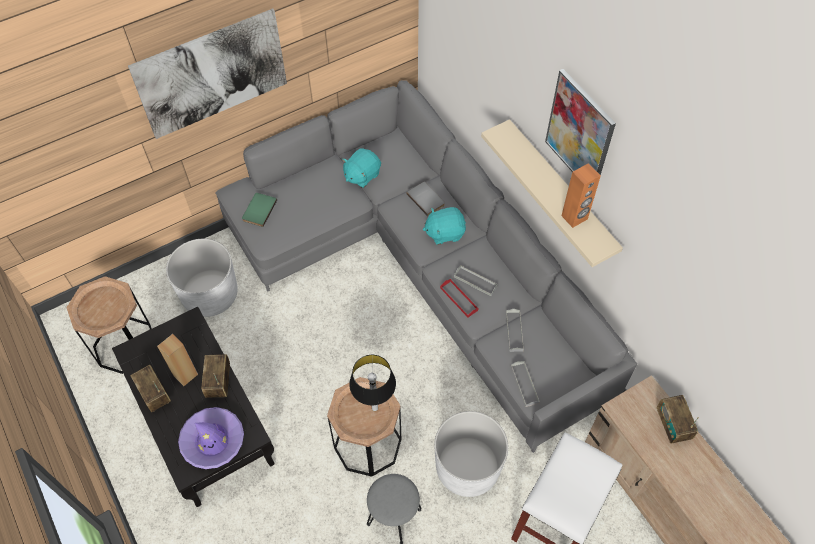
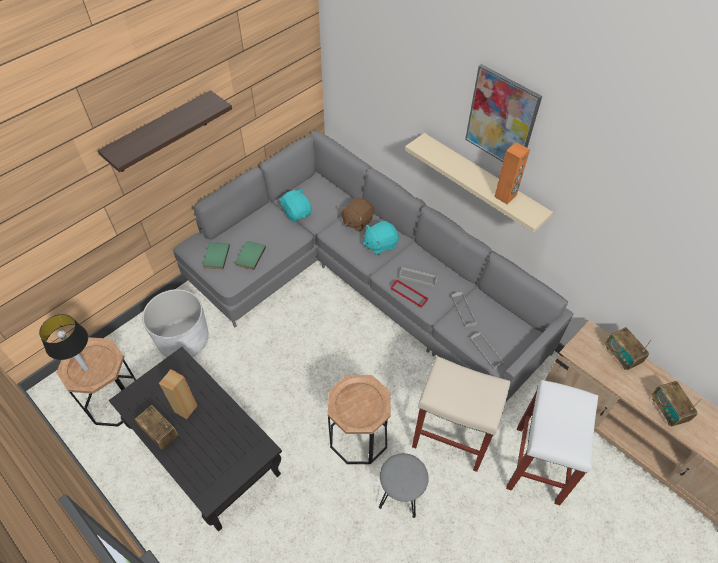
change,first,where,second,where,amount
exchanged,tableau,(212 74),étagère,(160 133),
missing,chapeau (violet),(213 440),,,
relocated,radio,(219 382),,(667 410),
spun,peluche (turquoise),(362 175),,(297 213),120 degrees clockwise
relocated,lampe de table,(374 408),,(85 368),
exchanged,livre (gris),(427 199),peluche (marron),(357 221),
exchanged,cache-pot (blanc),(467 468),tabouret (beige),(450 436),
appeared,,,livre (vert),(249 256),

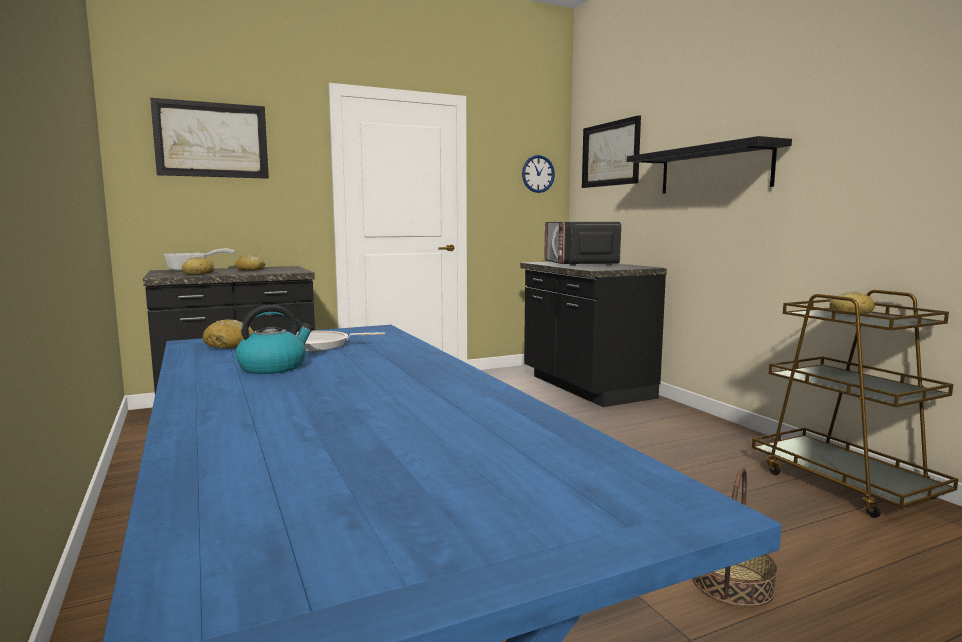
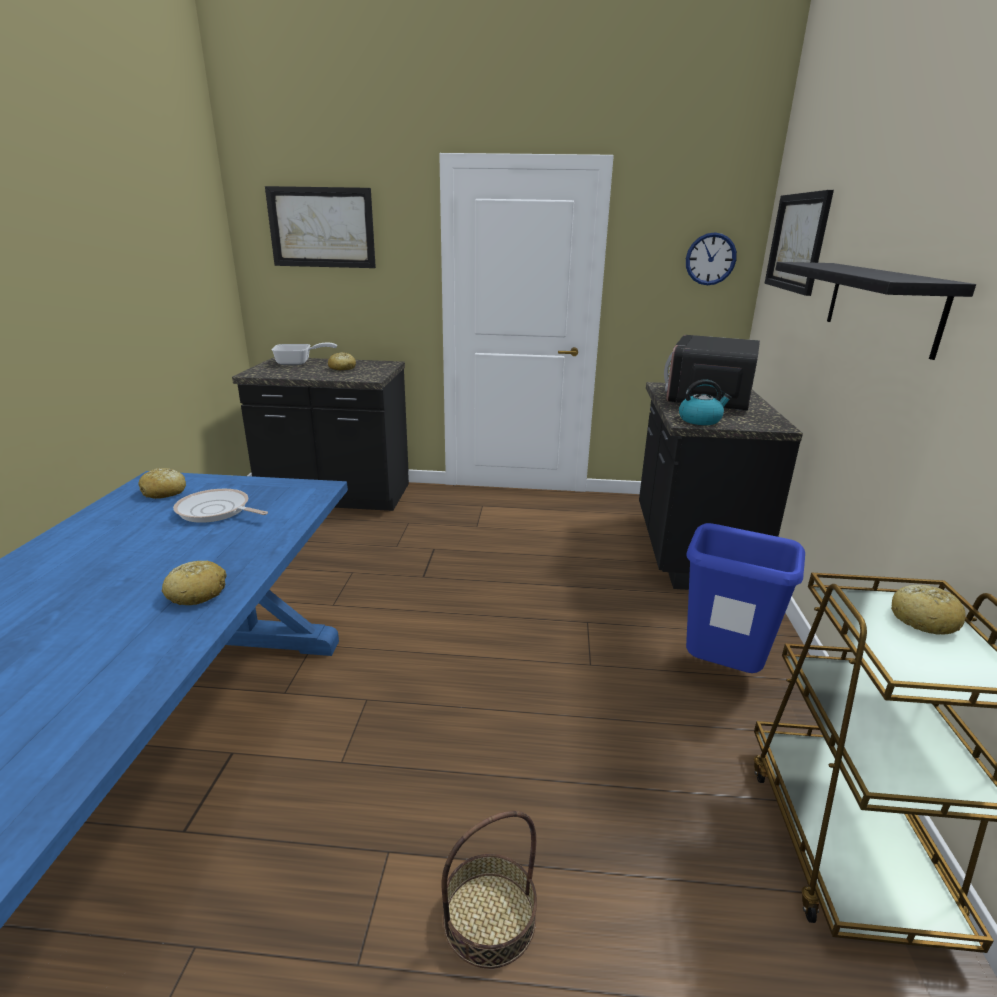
change,first,where,second,where,amount
relocated,pain,(198 274),,(197 593),
relocated,bouilloire,(273 367),,(700 420),
appeared,,,poubelle (bleu),(721 673),

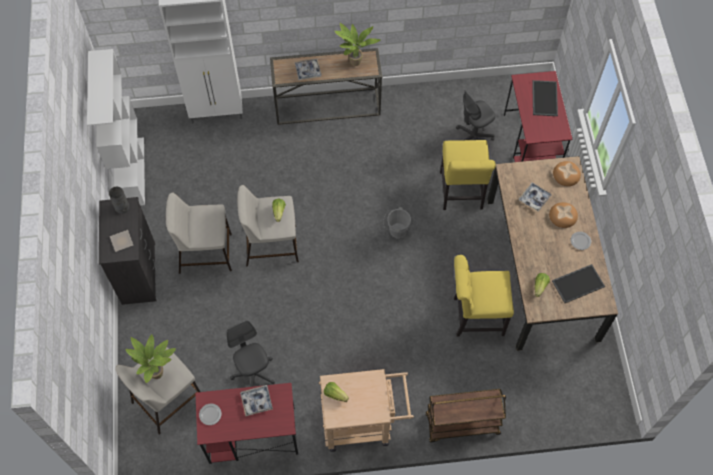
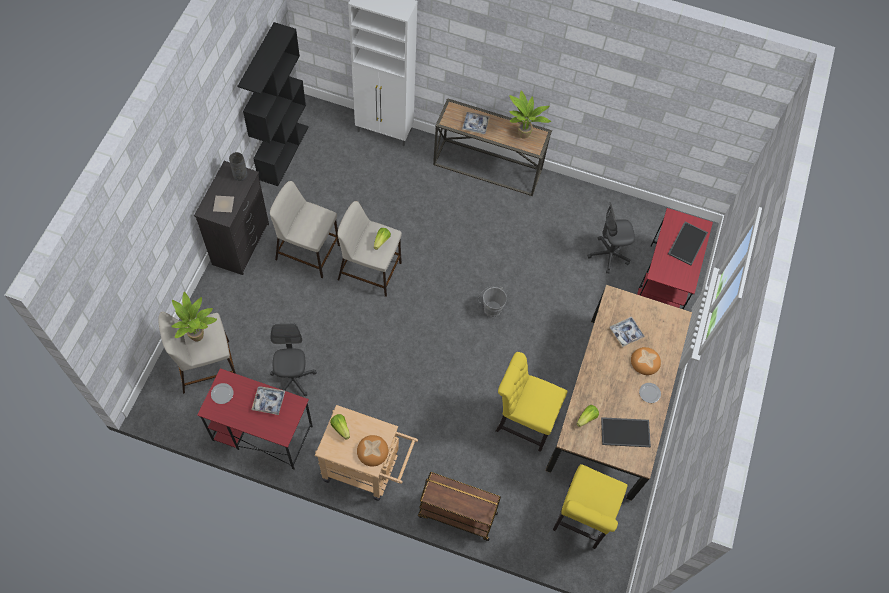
change,first,where,second,where,amount
colour,bibliothèque (blanc),(132 171),bibliothèque (noir),(283 152),
relocated,chaise (jaune),(461 193),,(581 519),
relocated,pain,(566 175),,(372 451),

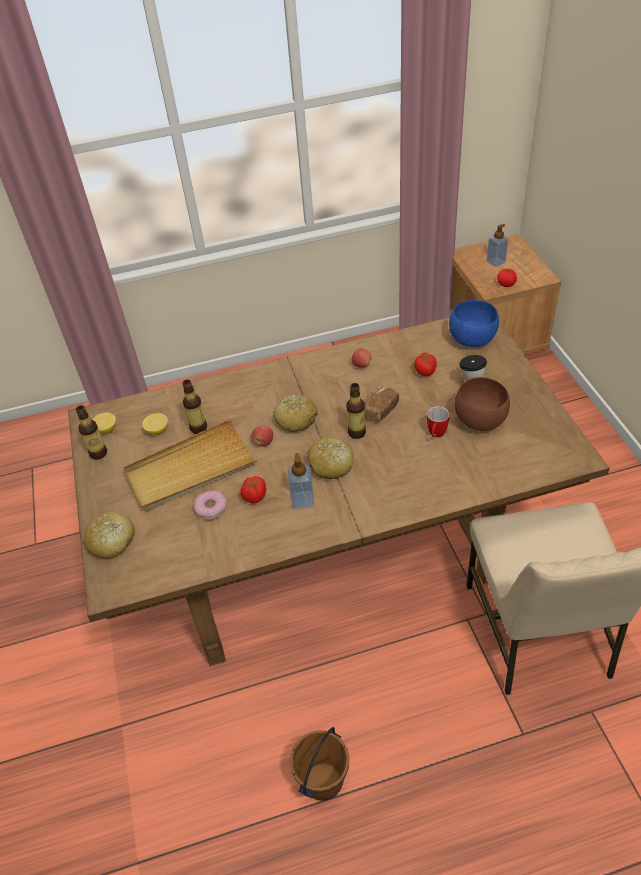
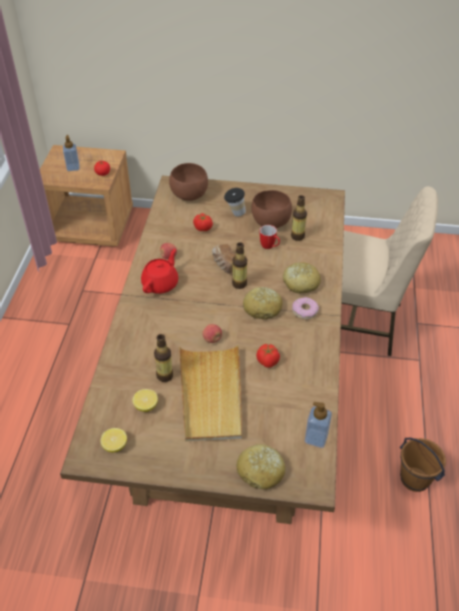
change,first,where,second,where,amount
relocated,bouteille,(98 453),,(297 236),
relocated,beignet,(211 508),,(304 311),
relocated,pain,(296 419),,(300 283),
relocated,distributeur de savon,(303 500),,(316 438),
colour,bol (bleu),(472 339),bol (marron),(189 195),
appeared,,,théière (rouge),(161 283),

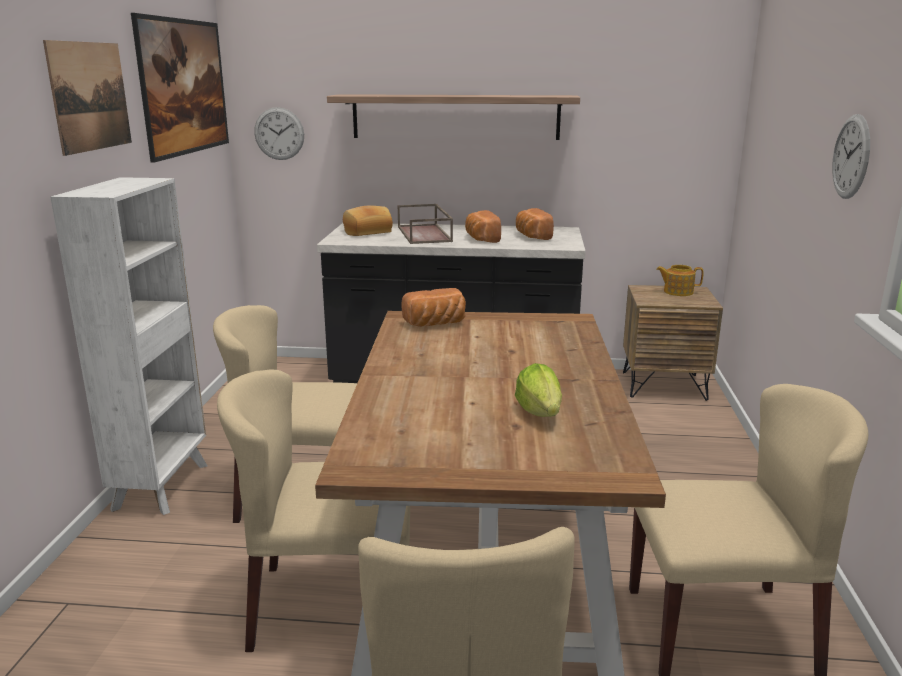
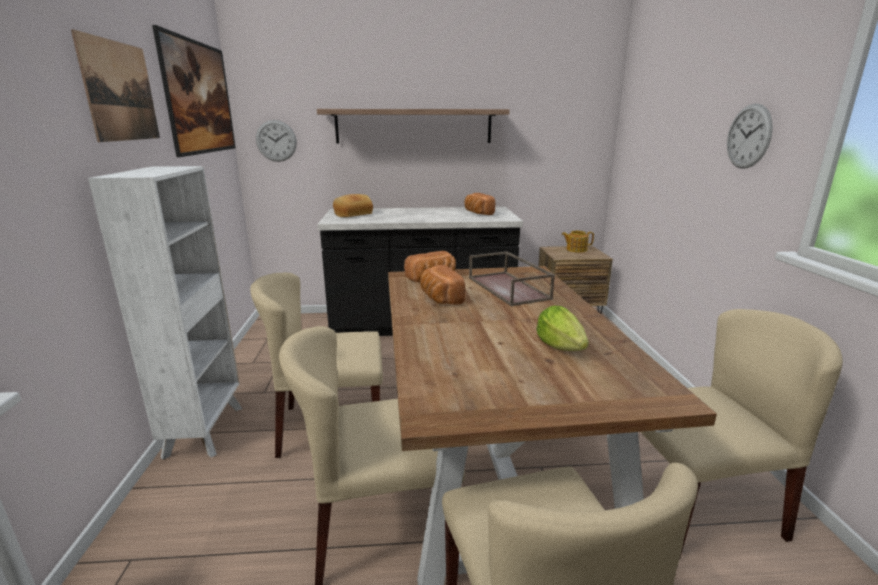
change,first,where,second,where,amount
relocated,plateau (marron),(425 234),,(509 288),
relocated,pain,(481 239),,(439 298),

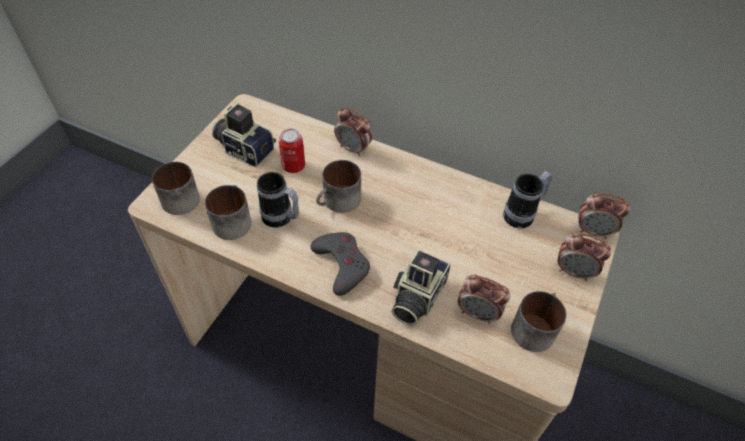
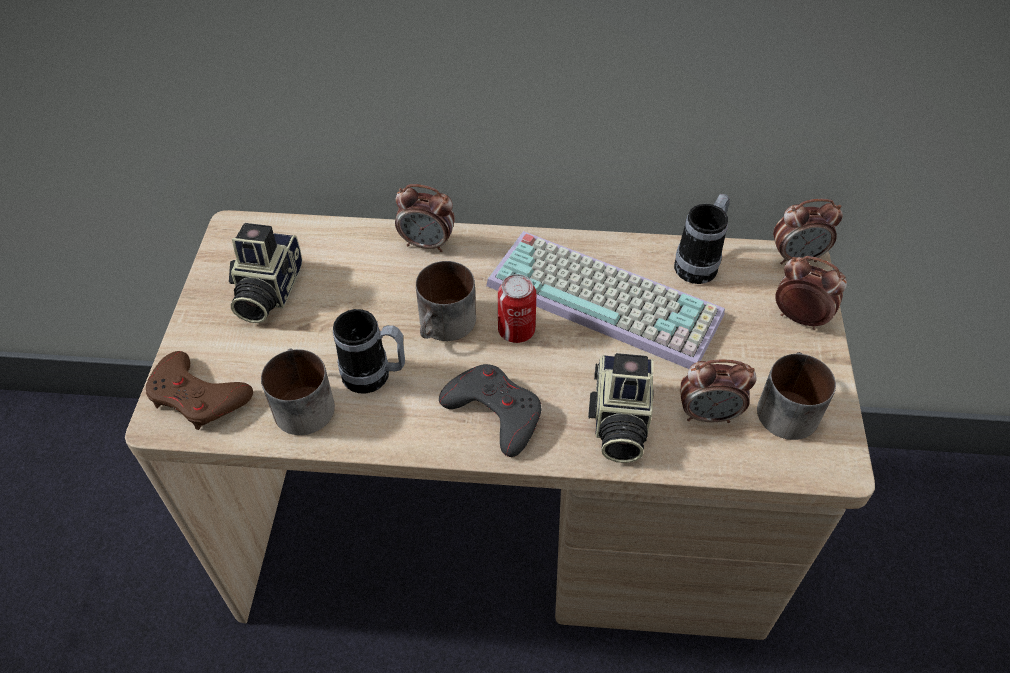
change,first,where,second,where,amount
exchanged,mug,(177 197),manette (marron),(198 397),
spun,appareil photo,(245 148),,(266 291),90 degrees counterclockwise
relocated,boîte métallique,(293 166),,(516 330),
spun,réveil,(574 272),,(799 318),150 degrees counterclockwise
appeared,,,clavier,(608 298),

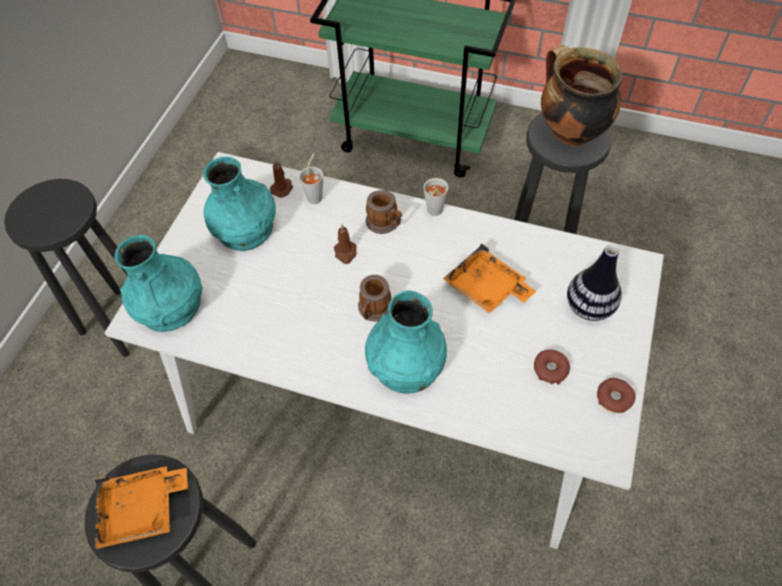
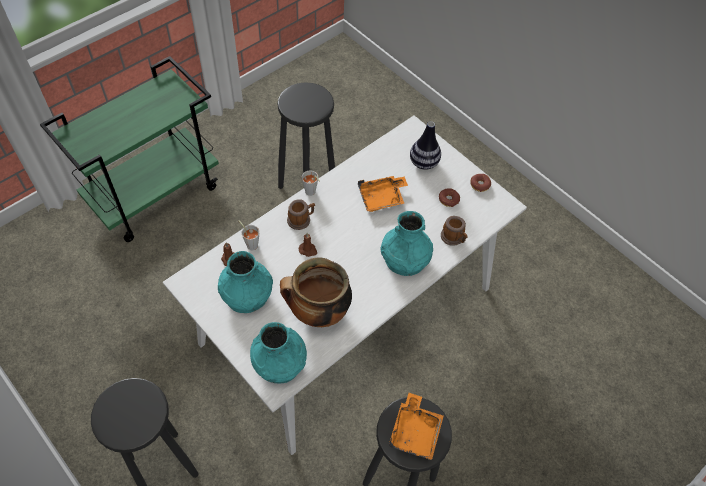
change,first,where,second,where,amount
relocated,mug,(374 310),,(454 238),
relocated,marmite,(569 132),,(318 313),

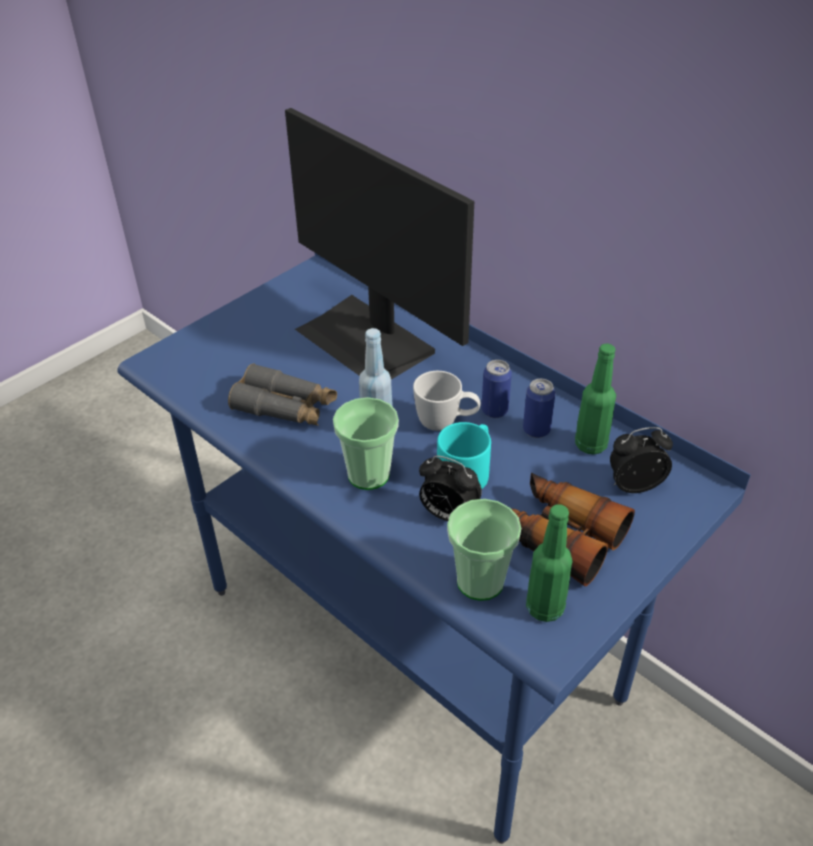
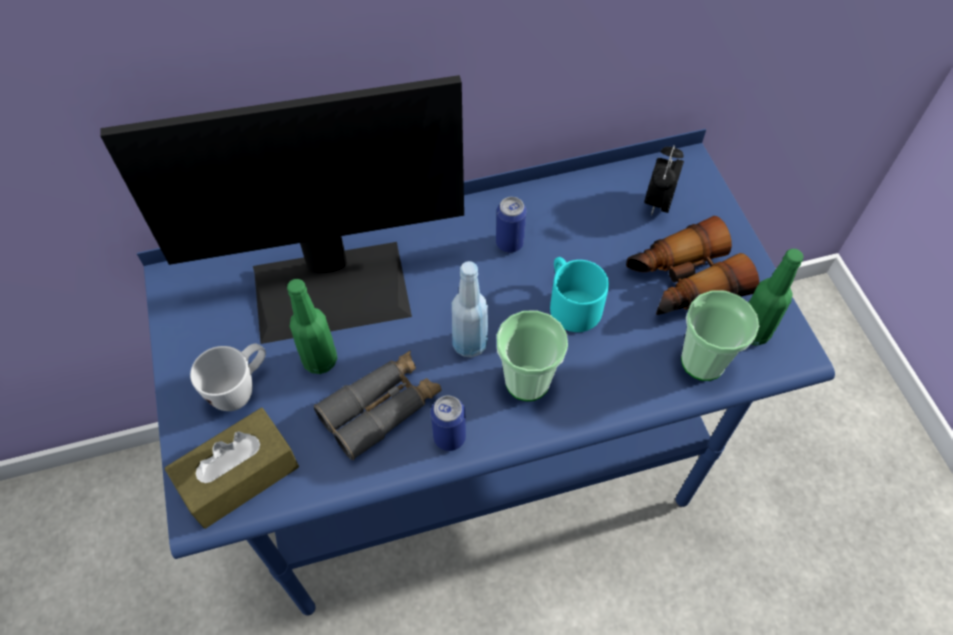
change,first,where,second,where,amount
relocated,mug (blanc),(446 423),,(241 389),
missing,réveil,(447 514),,,
relocated,boîte métallique,(536 430),,(449 437),
relocated,bouteille (vert),(590 445),,(320 360),
appeared,,,boîte à mouchoirs (marron),(239 476),

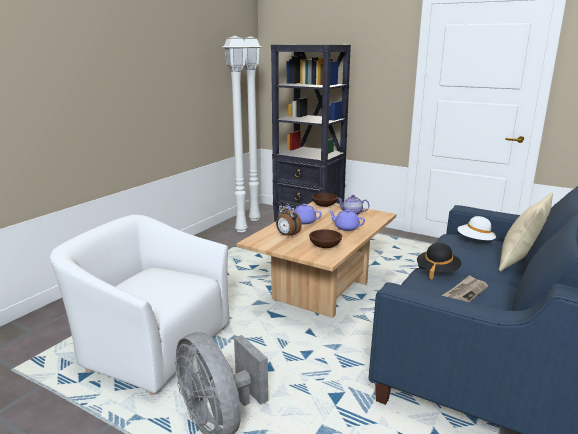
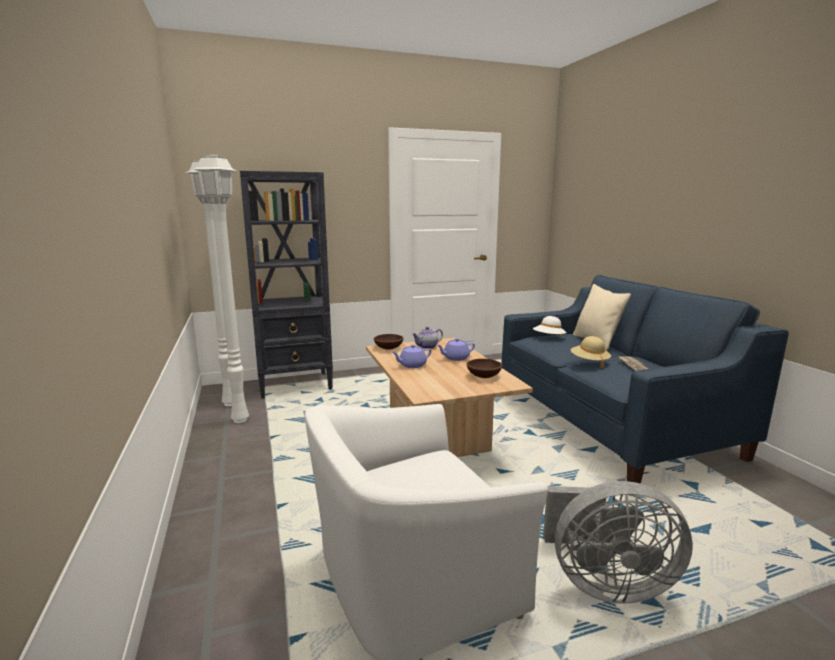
change,first,where,second,where,amount
missing,réveil,(287 235),,,
colour,chapeau (noir),(437 271),chapeau (beige),(589 362),

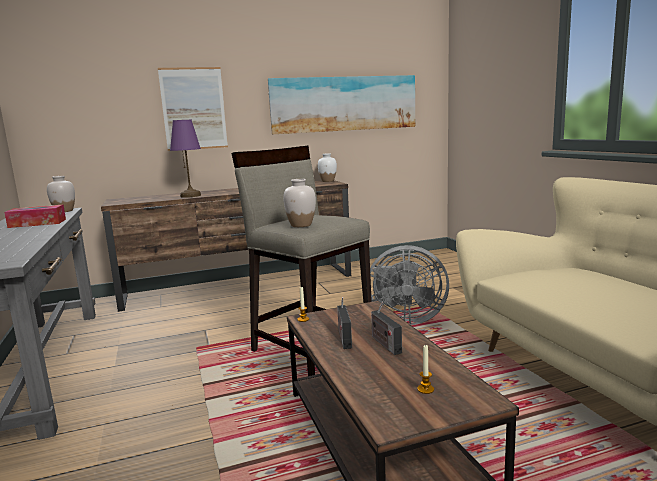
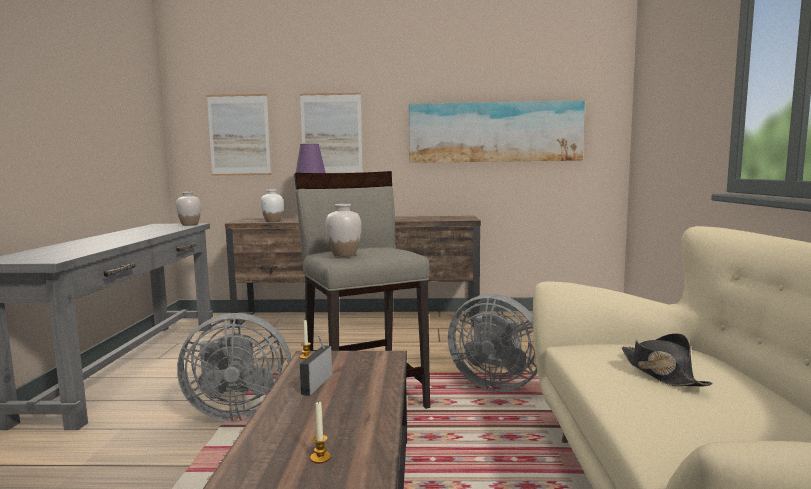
change,first,where,second,where,amount
missing,boîte à mouchoirs,(37 223),,,
relocated,vase (blanc),(327 181),,(272 221),
missing,radio,(384 344),,,
appeared,,,ventilateur (gris),(237 412),
appeared,,,tableau,(239 135),
appeared,,,chapeau (noir),(661 373),

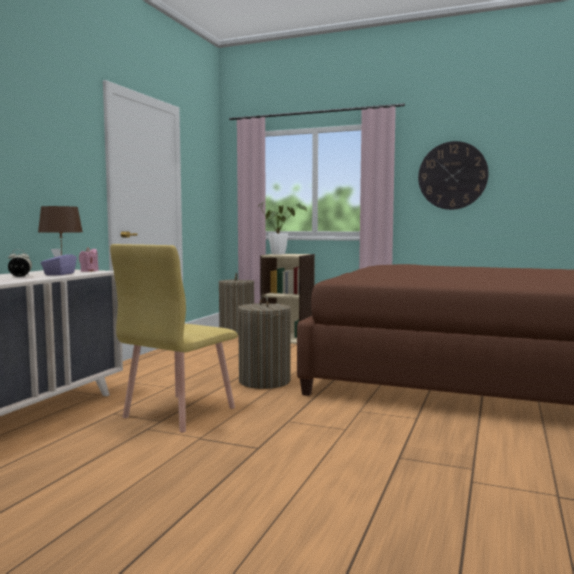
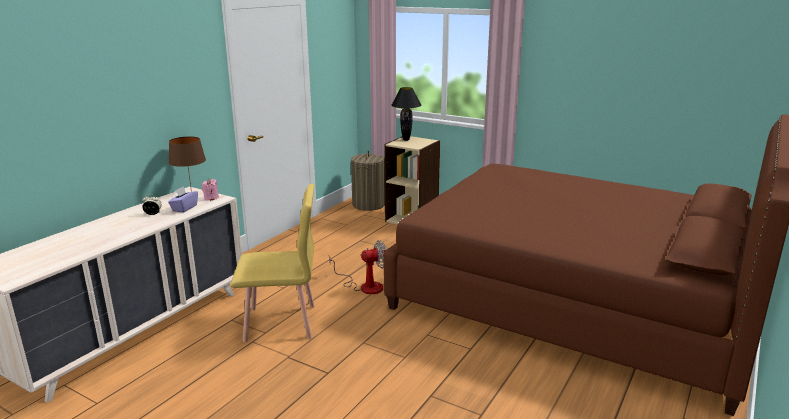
change,first,where,second,where,amount
spun,chaise (jaune),(178 412),,(281 323),135 degrees counterclockwise
exchanged,panier à linge,(264 381),ventilateur,(364 286),
exchanged,plante en pot,(280 254),lampe de table (noir),(406 140),
missing,horloge murale,(452 175),,,

